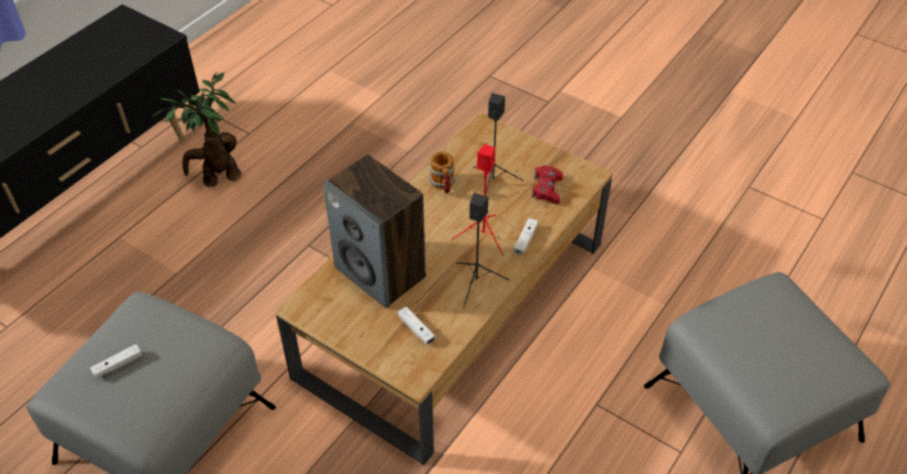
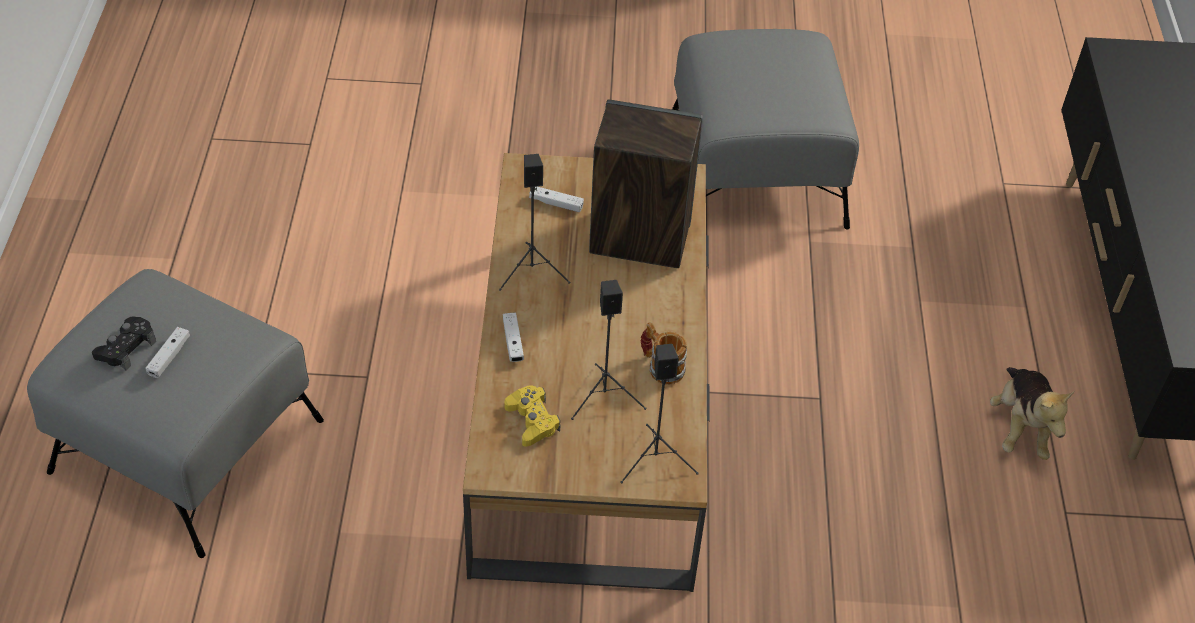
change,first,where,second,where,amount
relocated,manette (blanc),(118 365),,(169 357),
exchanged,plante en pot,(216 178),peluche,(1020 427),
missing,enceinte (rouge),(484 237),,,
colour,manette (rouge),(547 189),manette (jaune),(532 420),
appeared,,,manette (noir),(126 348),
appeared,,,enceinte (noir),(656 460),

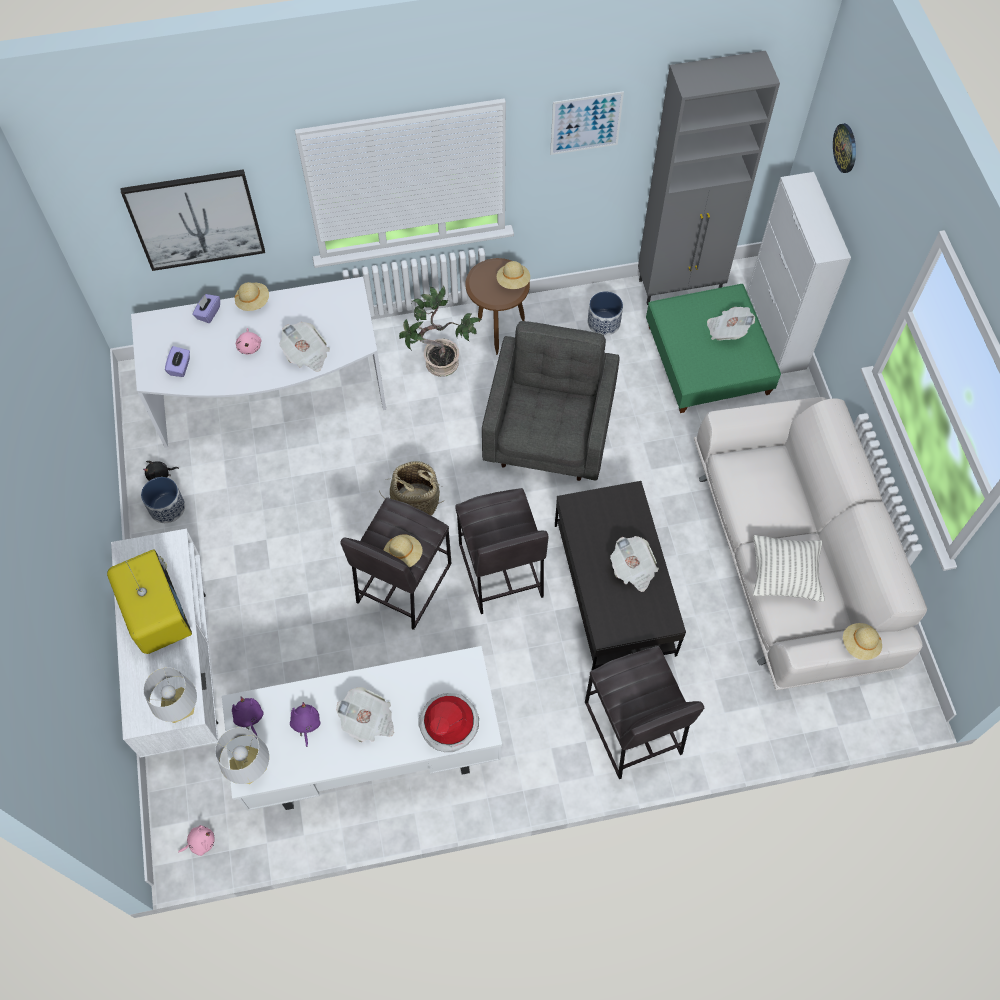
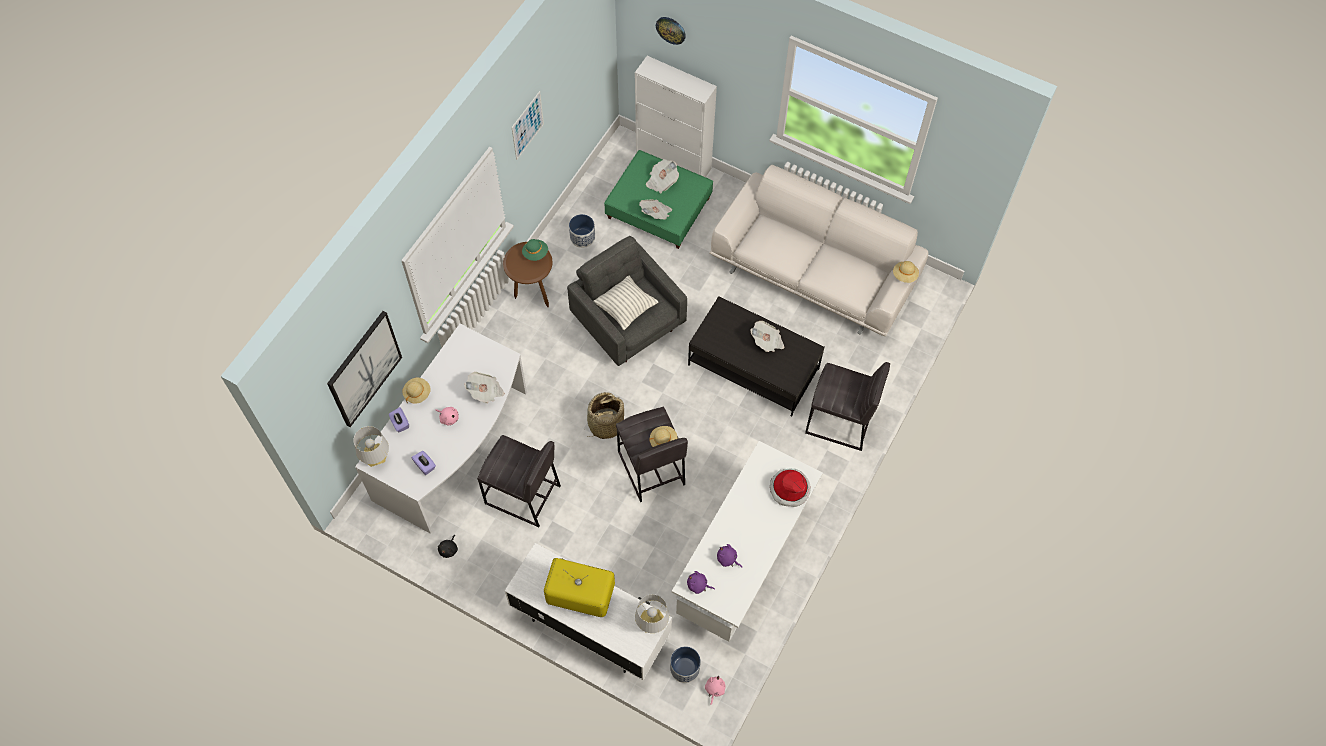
change,first,where,second,where,amount
relocated,cache-pot,(167 508),,(684 668),
relocated,lampe de table (gris),(251 768),,(376 459),
relocated,journal,(368 721),,(656 214),
missing,plante en pot,(441 364),,,
relocated,tabouret (gris),(500 571),,(523 495),
colour,chapeau (beige),(513 282),chapeau (vert),(535 253),
missing,meuble de rangement (gris),(681 286),,,
relocated,coussin,(784 576),,(626 308),

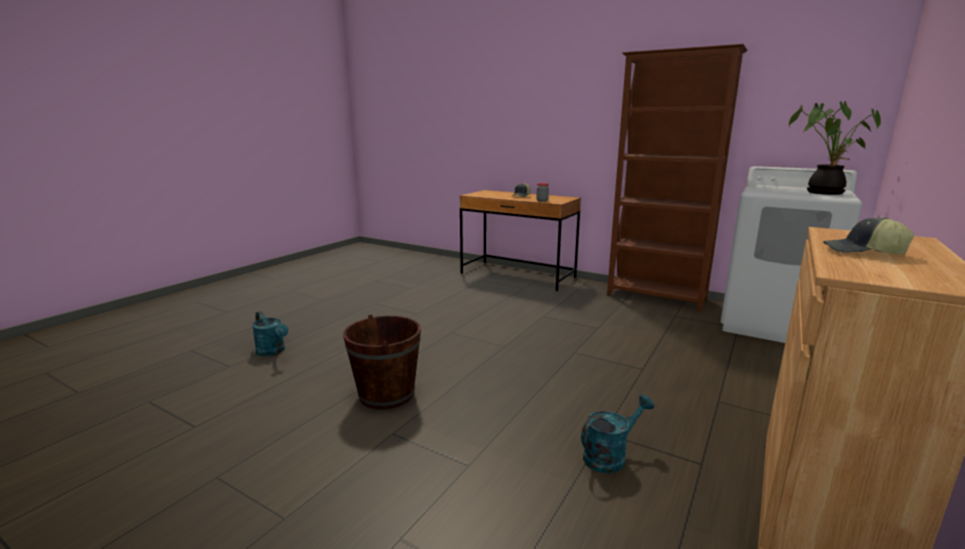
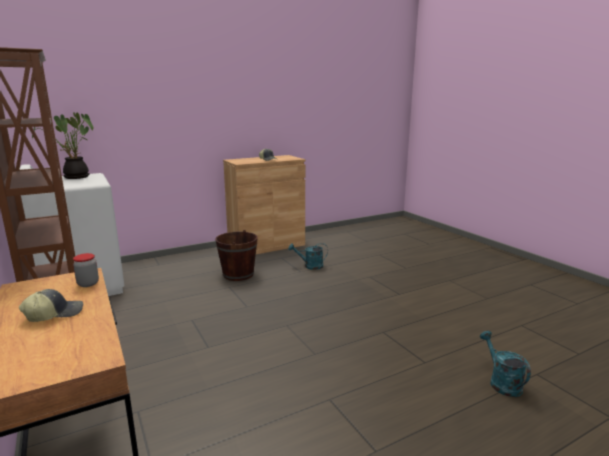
change,first,where,second,where,amount
relocated,seau (marron),(386 394),,(238 274),

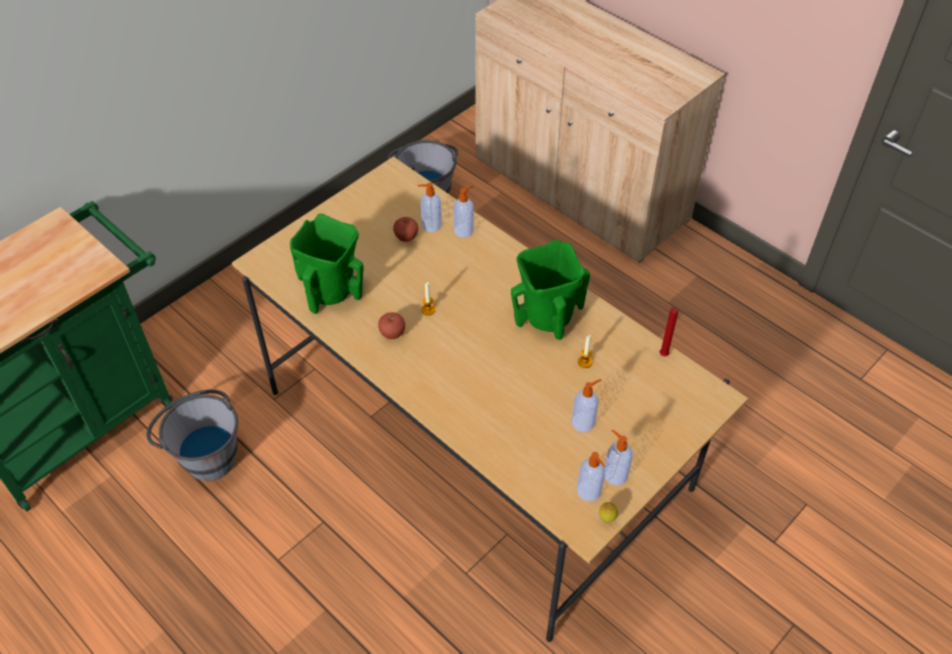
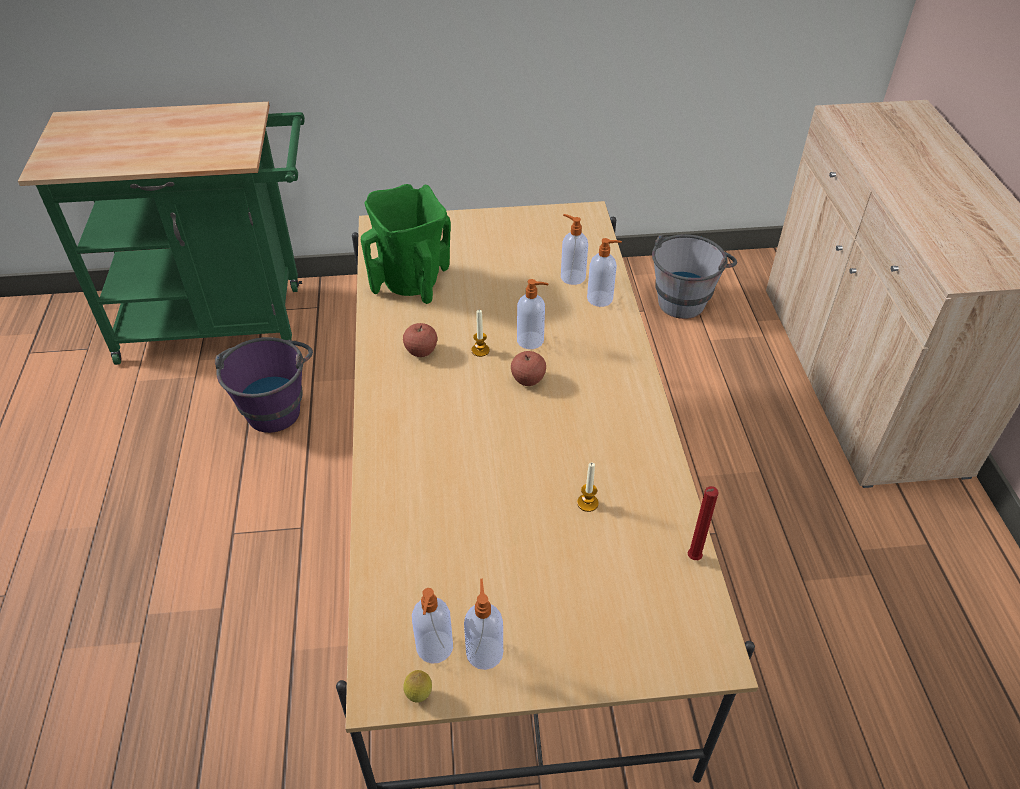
change,first,where,second,where,amount
colour,seau (gris),(204 453),seau (violet),(275 404),
relocated,pomme,(406 237),,(528 380),
missing,vase (vert),(546 317),,,
relocated,distributeur de savon,(584 422),,(531 340),

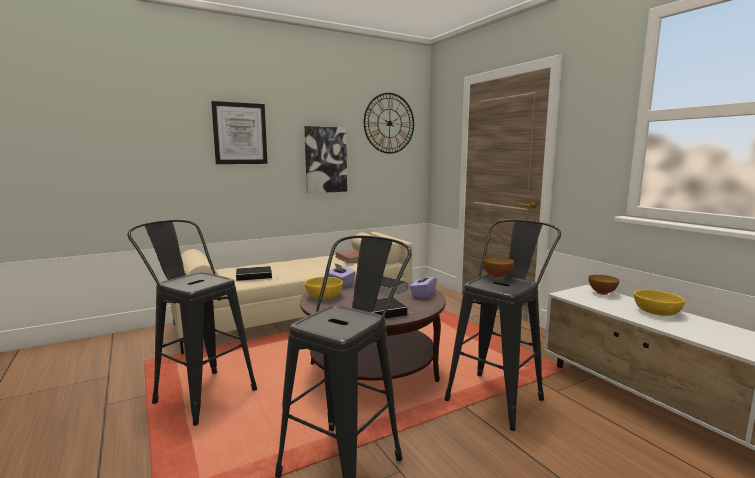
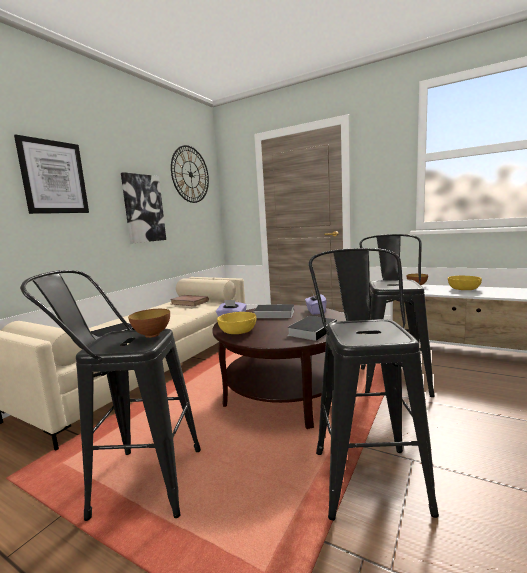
change,first,where,second,where,amount
relocated,bol,(497 277),,(152 335),

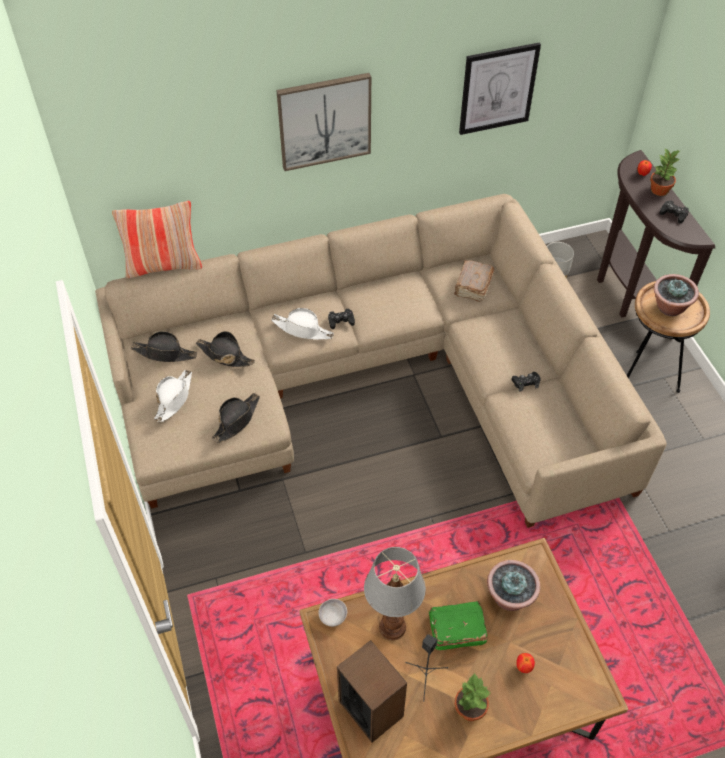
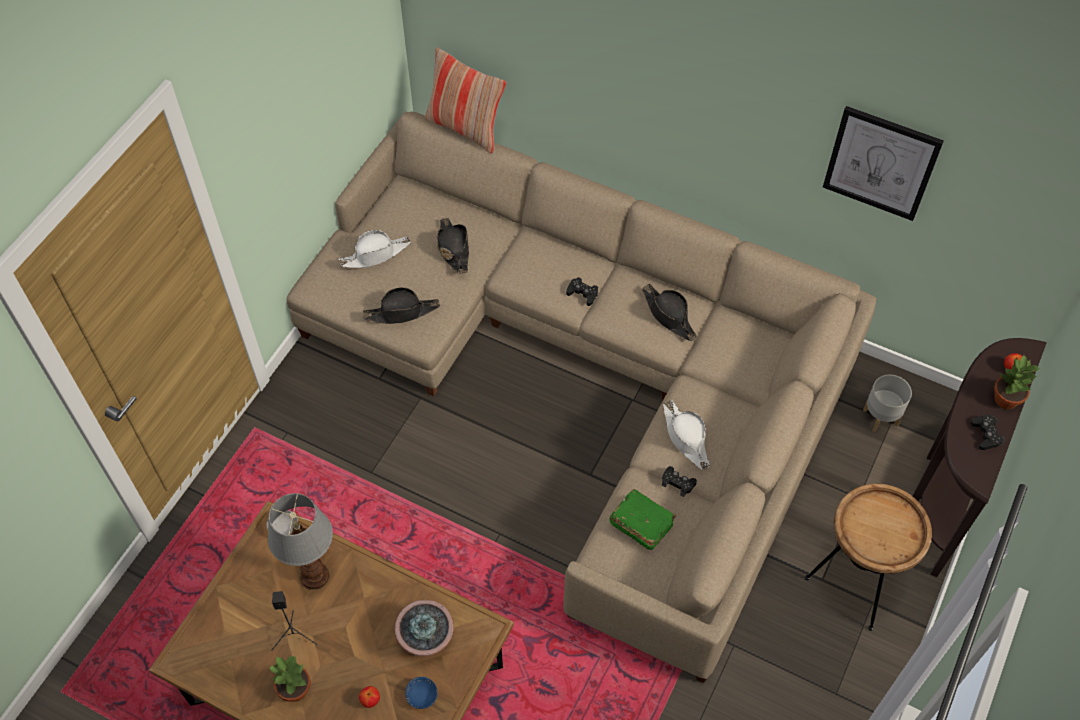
change,first,where,second,where,amount
relocated,chapeau (noir),(165 353),,(669 315),
relocated,chapeau (blanc),(303 329),,(686 438),
missing,tableau,(324 121),,,
missing,enceinte,(371 708),,,
relocated,livre (vert),(456 630),,(641 523),
missing,livre (marron),(472 286),,,
missing,plante en pot,(669 308),,,
appeared,,,bol (bleu),(422 696),

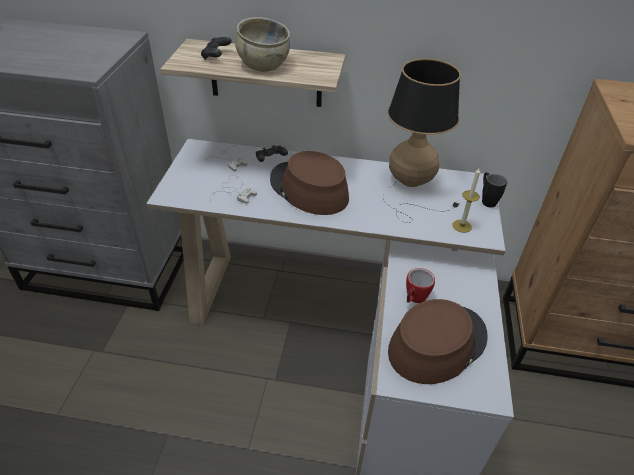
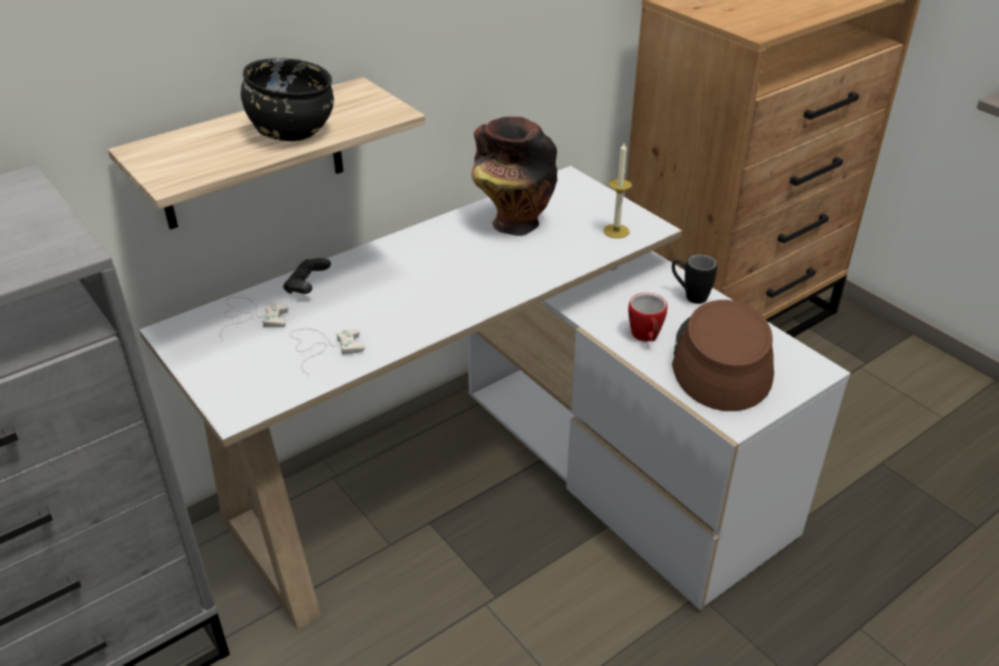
change,first,where,second,where,amount
missing,manette (noir),(216 56),,,
colour,bol (beige),(263 65),bol (noir),(292 131),
missing,chapeau (marron),(308 189),,,
exchanged,lampe de table,(410 187),vase,(513 223),
relocated,mug (noir),(486 200),,(689 295),

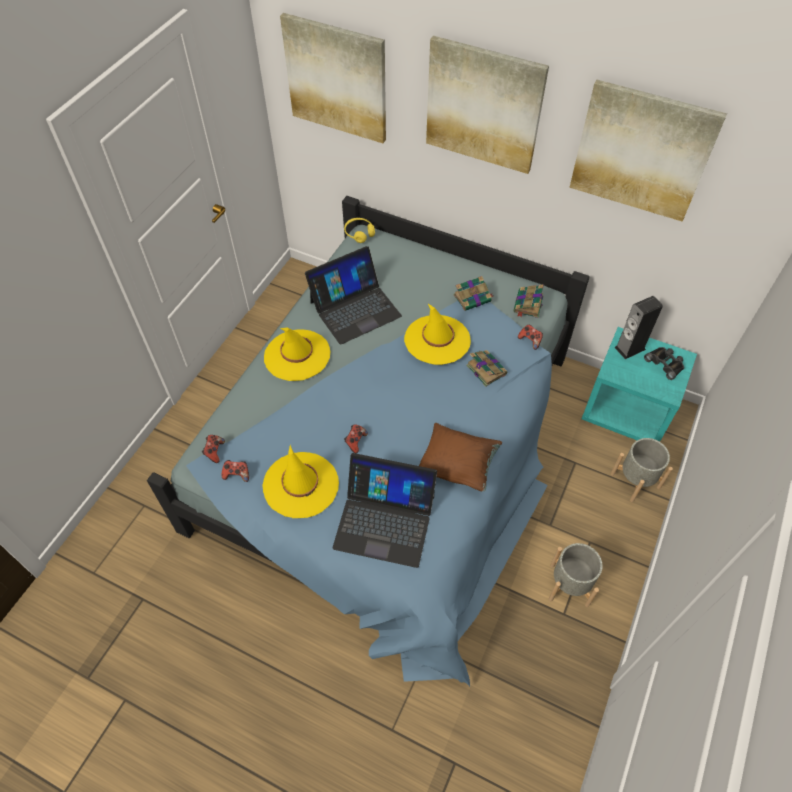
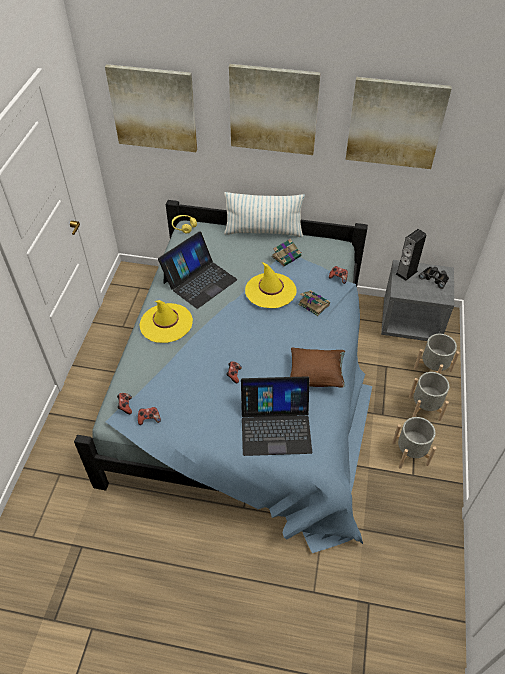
change,first,where,second,where,amount
missing,chapeau (jaune),(301 485),,,
missing,livre,(528 305),,,
colour,table de chevet (turquoise),(627 410),table de chevet (gris),(411 322),
appeared,,,coussin,(263 231),
appeared,,,cache-pot (gris),(424 408),

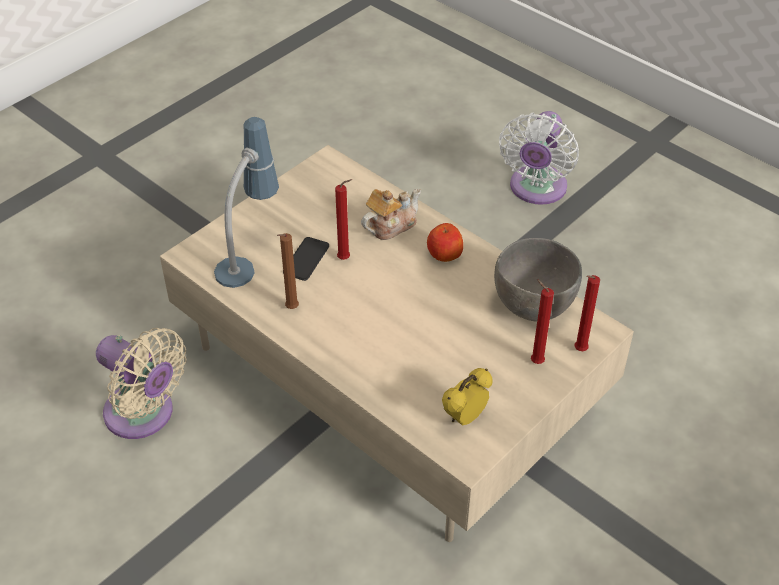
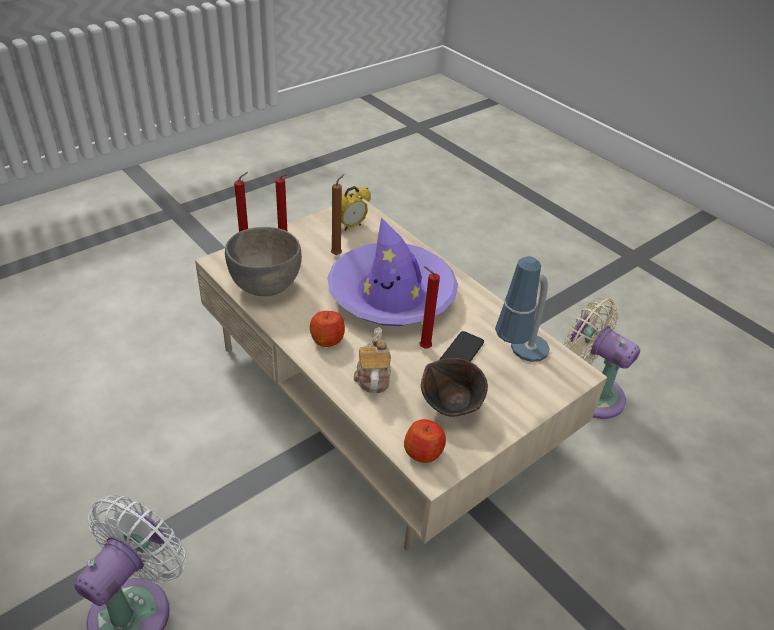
change,first,where,second,where,amount
relocated,bougie (marron),(290 309),,(337 254),
spun,théière,(390 225),,(372 375),120 degrees clockwise
appeared,,,chapeau (violet),(392 295),
appeared,,,pomme,(423 451),
appeared,,,bol (marron),(451 406),

